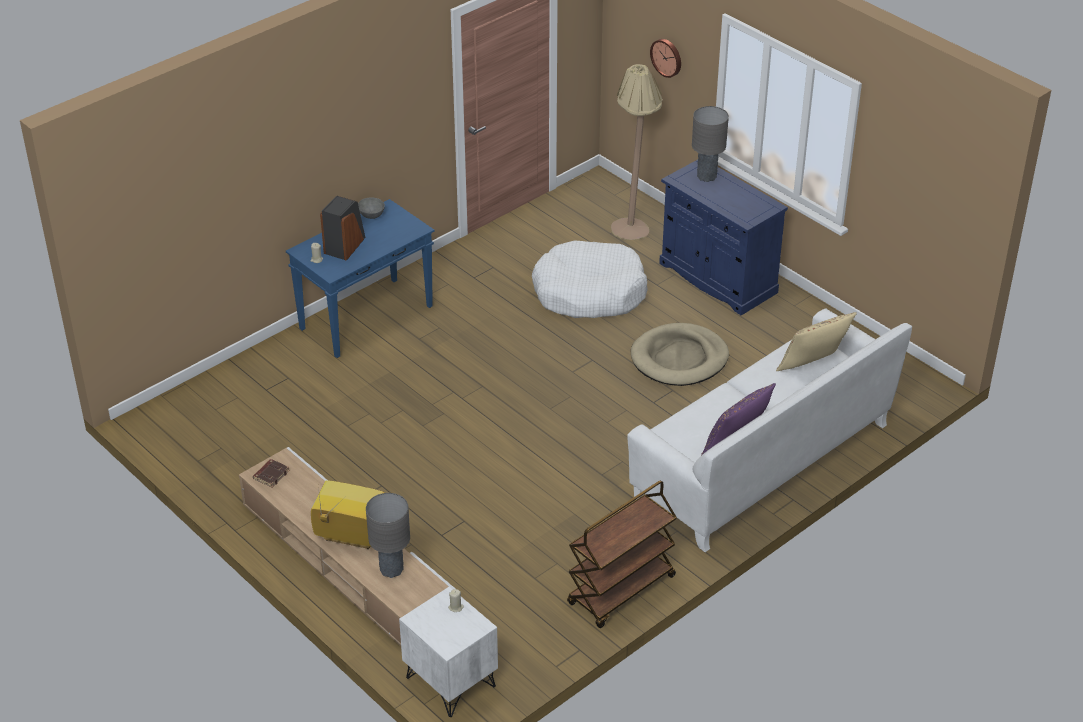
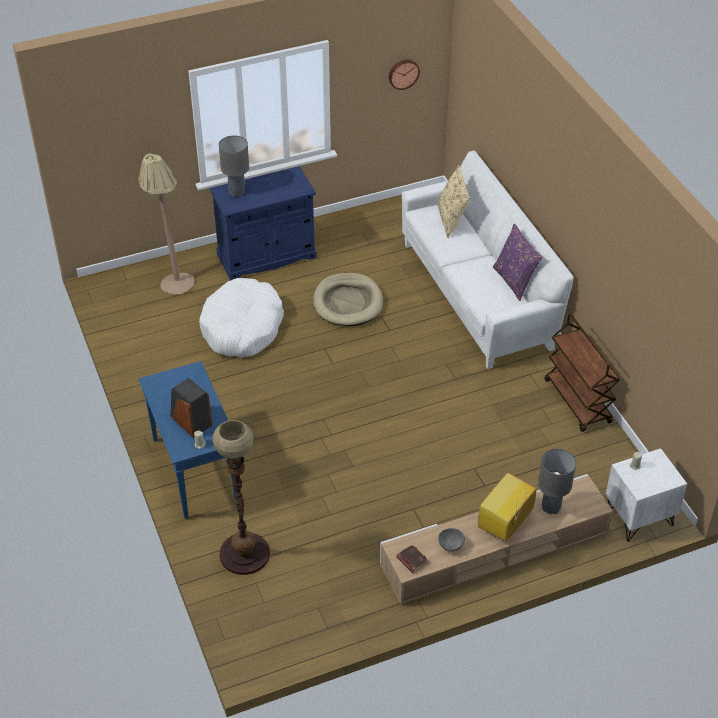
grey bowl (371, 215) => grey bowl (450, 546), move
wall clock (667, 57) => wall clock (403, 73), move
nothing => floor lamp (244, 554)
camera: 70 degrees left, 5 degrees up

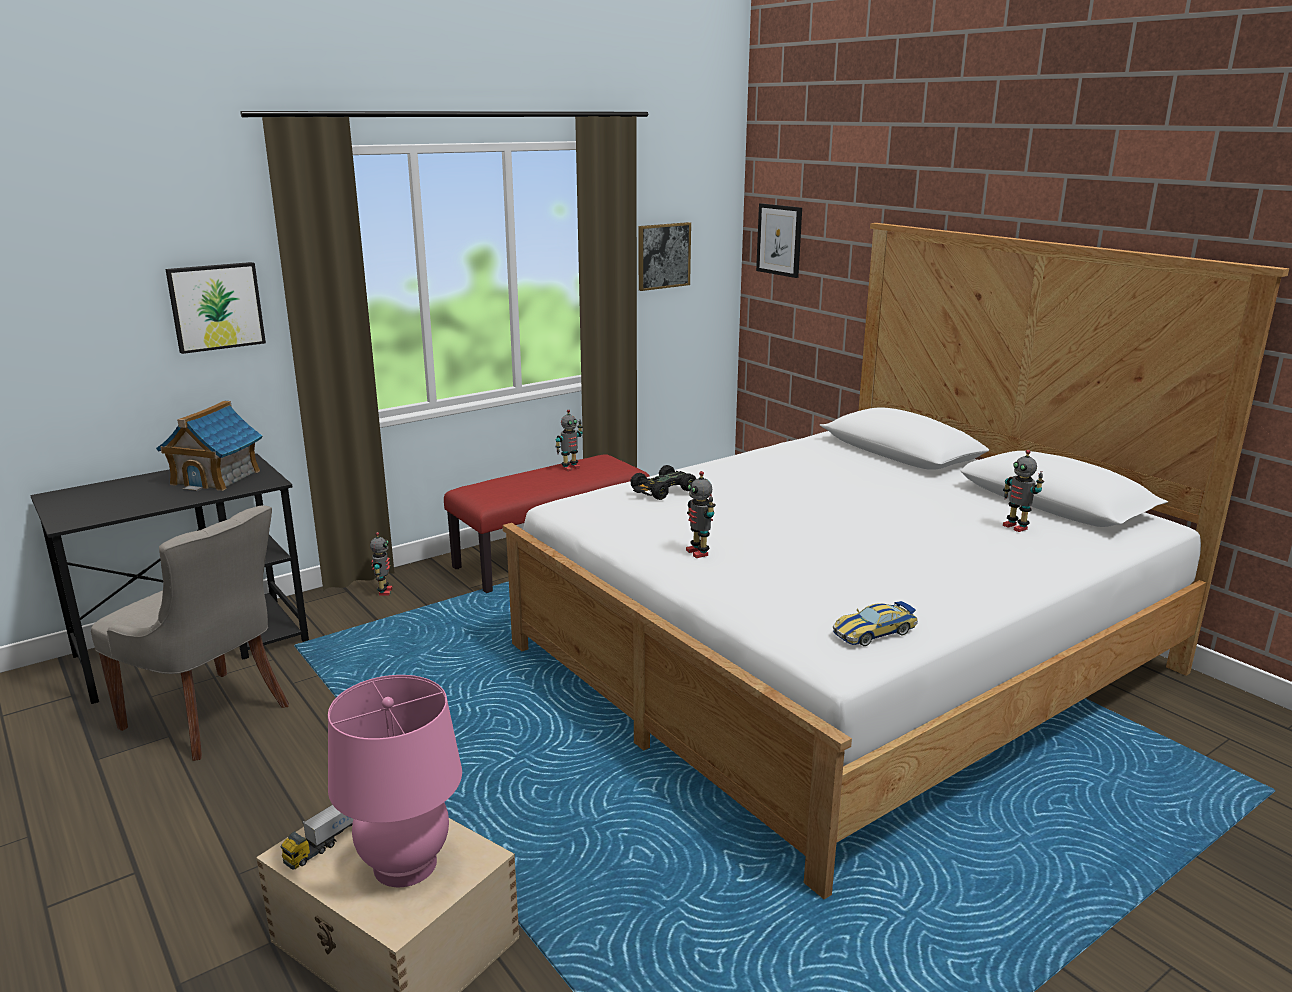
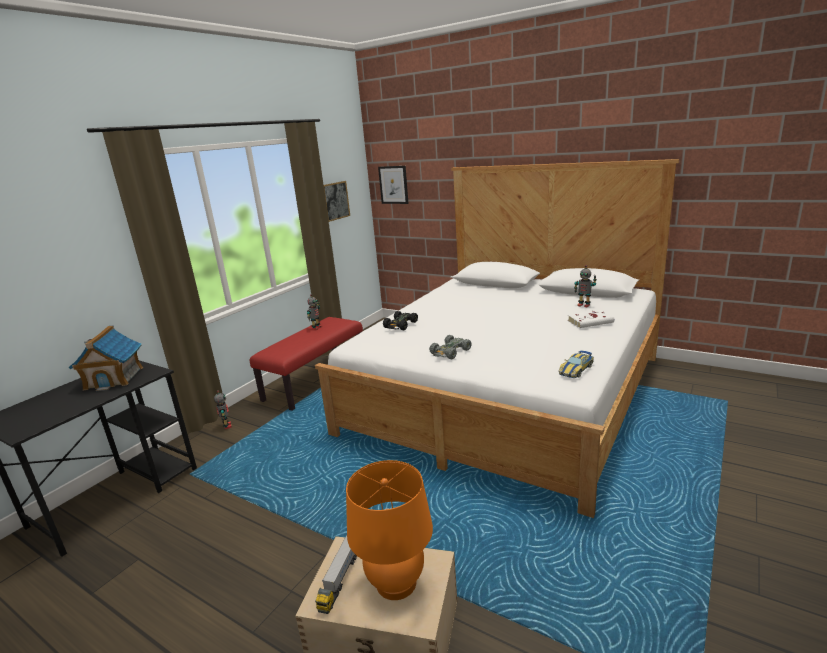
grey chair (210, 716) => nothing
picture (216, 306) => nothing
pink table lamp (405, 865) => orange table lamp (396, 582)
toy robot (699, 552) => grey toy car (450, 352)
nothing => white book (591, 321)
camera: 20 degrees left, 0 degrees up

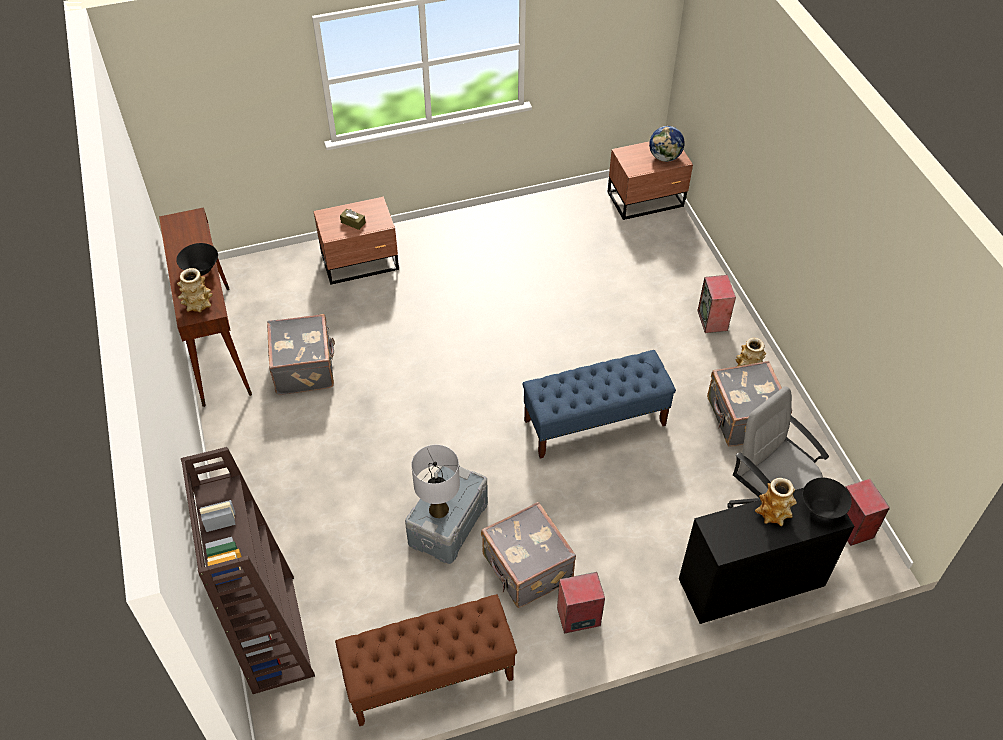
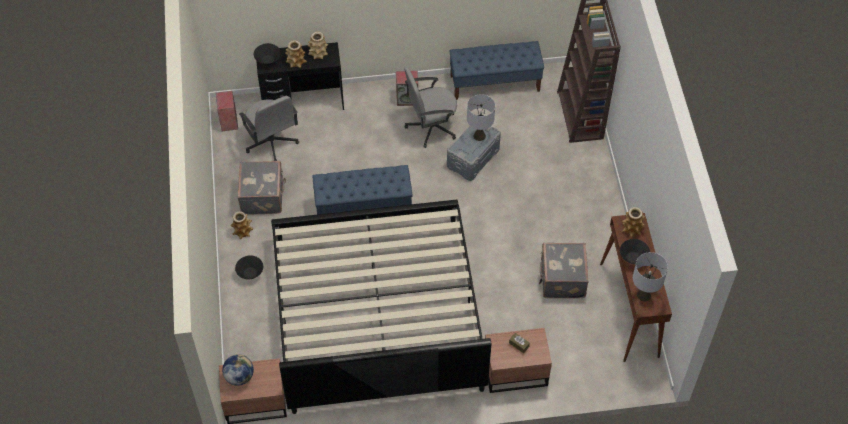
brown bench (429, 676) => blue bench (495, 83)
grey suitcase (526, 569) => grey office chair (431, 127)
speaker (713, 321) => black bowl (250, 273)
nothing => bed (377, 313)
nothing => vase (318, 54)
nothing => grey table lamp (643, 295)
camera: 170 degrees left, 5 degrees up

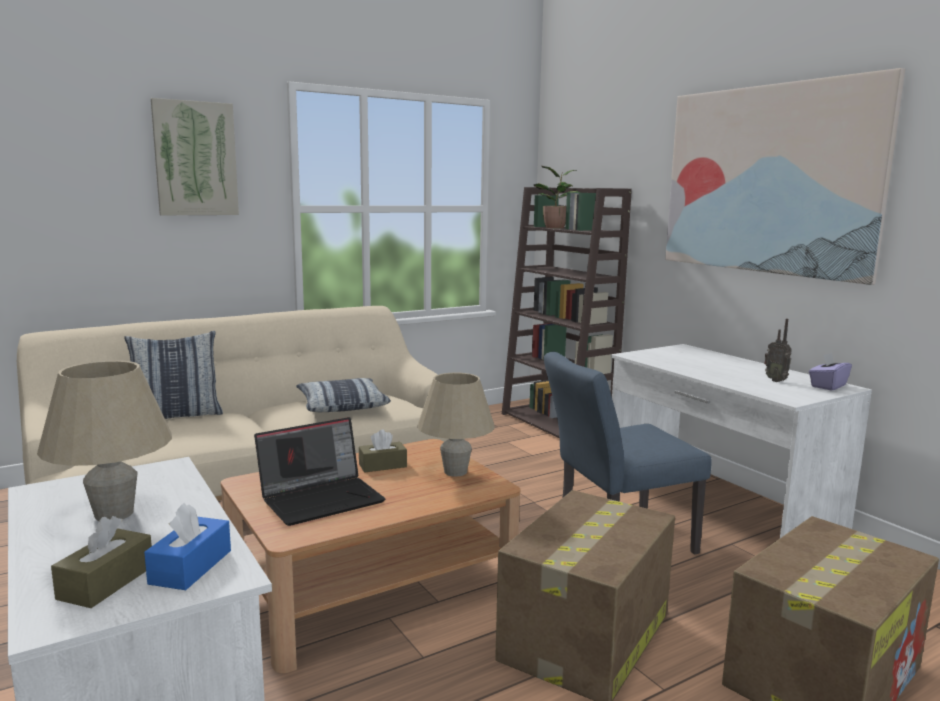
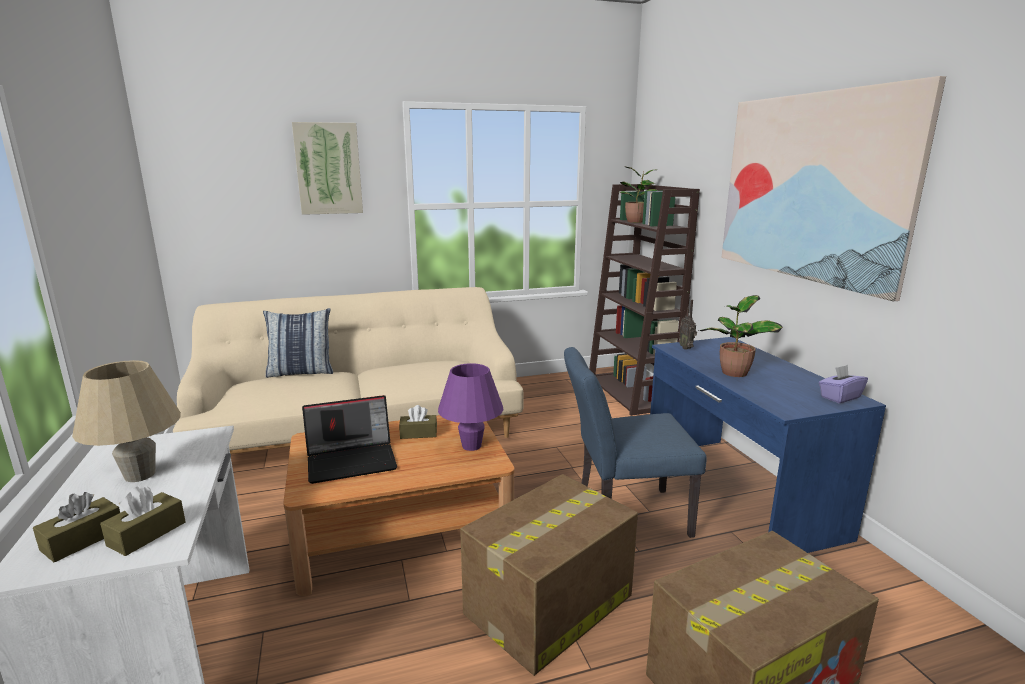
blue tissue box (191, 567) => brown tissue box (147, 534)
pillow (342, 405) => nothing
beige table lamp (455, 472) => purple table lamp (471, 446)
white desk (716, 507) => blue desk (736, 491)
radio (776, 380) => radio (686, 348), move
nothing => potted plant (733, 373)
camera: 15 degrees right, 5 degrees up

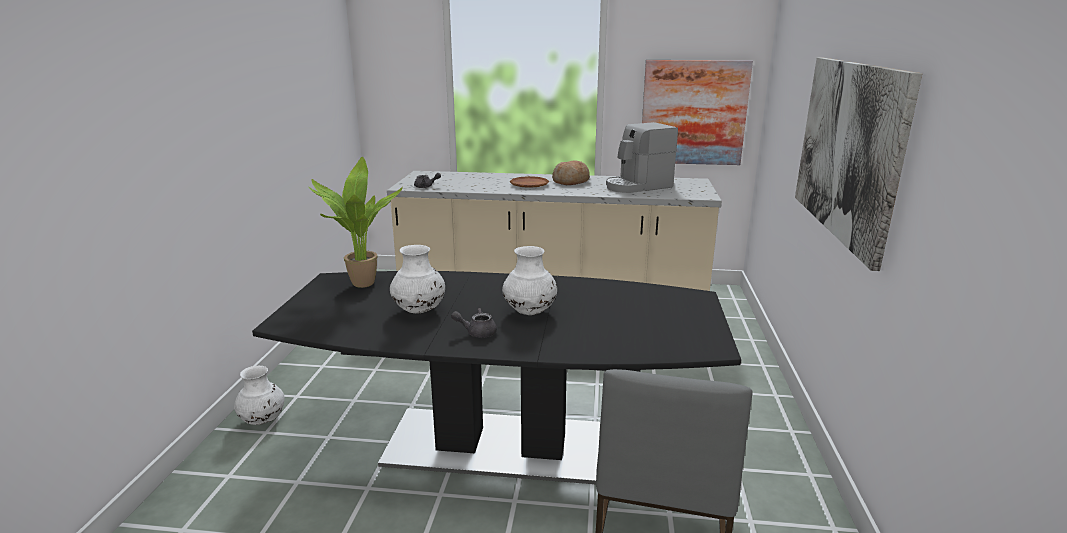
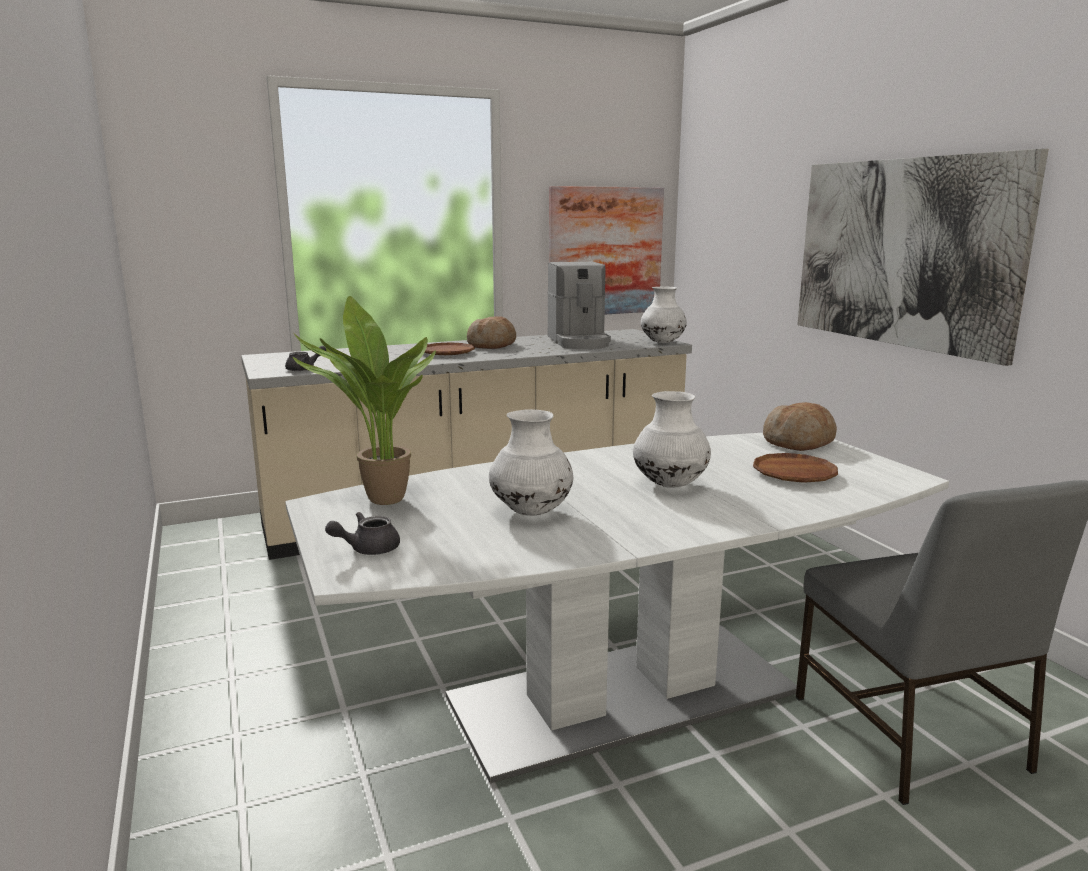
white vase (263, 420) => white vase (662, 343), move
black dining table (501, 445) => white dining table (621, 695)
grey teapot (477, 332) => grey teapot (367, 549), move
coffee machine (637, 186) => coffee machine (579, 342), 45 degrees counterclockwise
nothing => brown plate (794, 474)
nothing => bread (798, 442)
camera: 30 degrees left, 5 degrees down

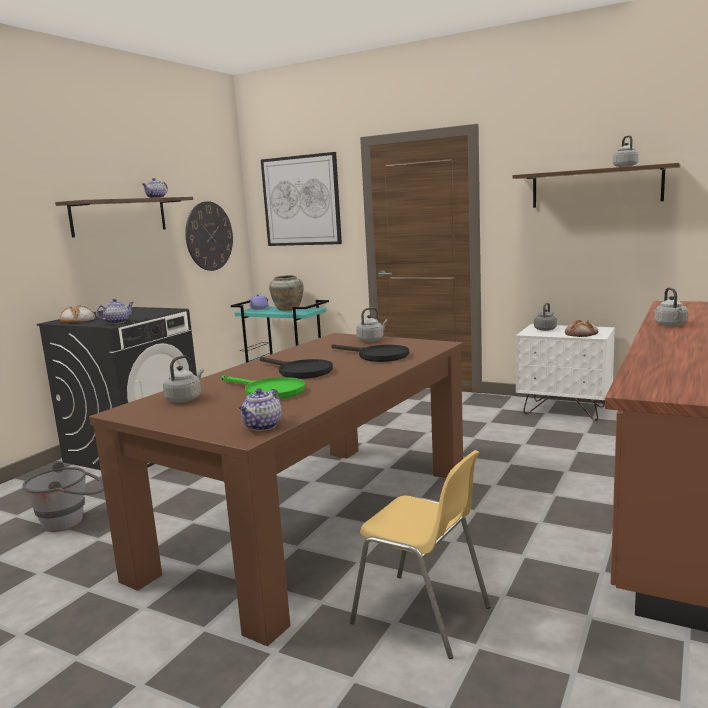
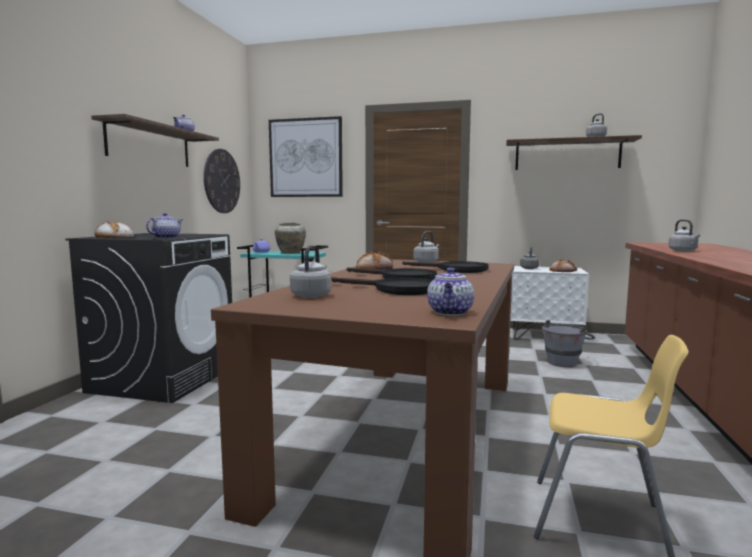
grey bucket (72, 520) => grey bucket (565, 361), move
green frying pan (268, 391) => black frying pan (397, 290)
nothing => bread (375, 268)
camera: 15 degrees left, 5 degrees down

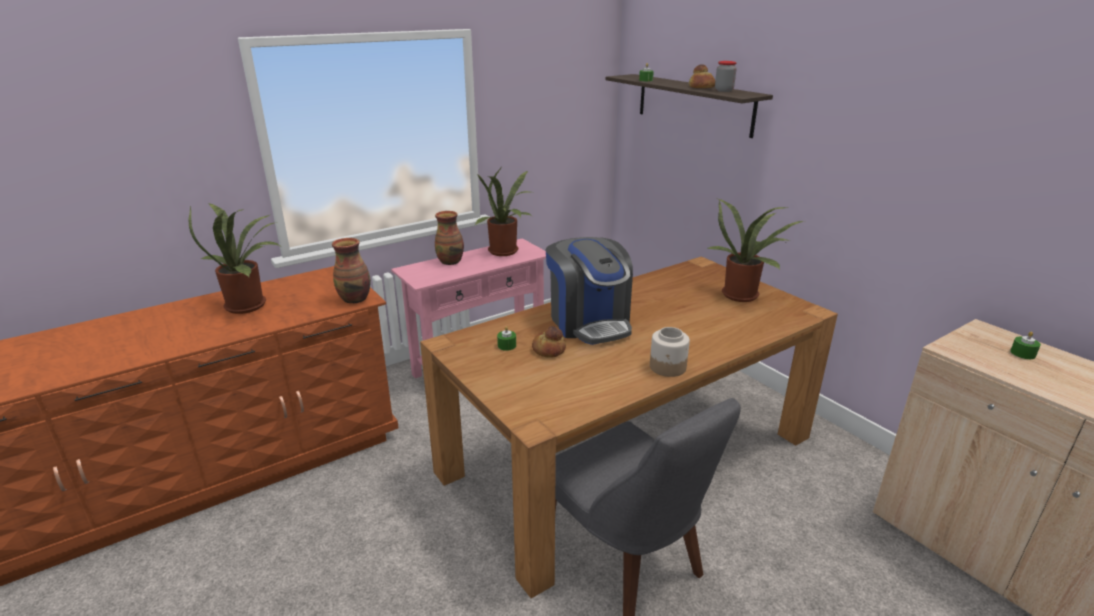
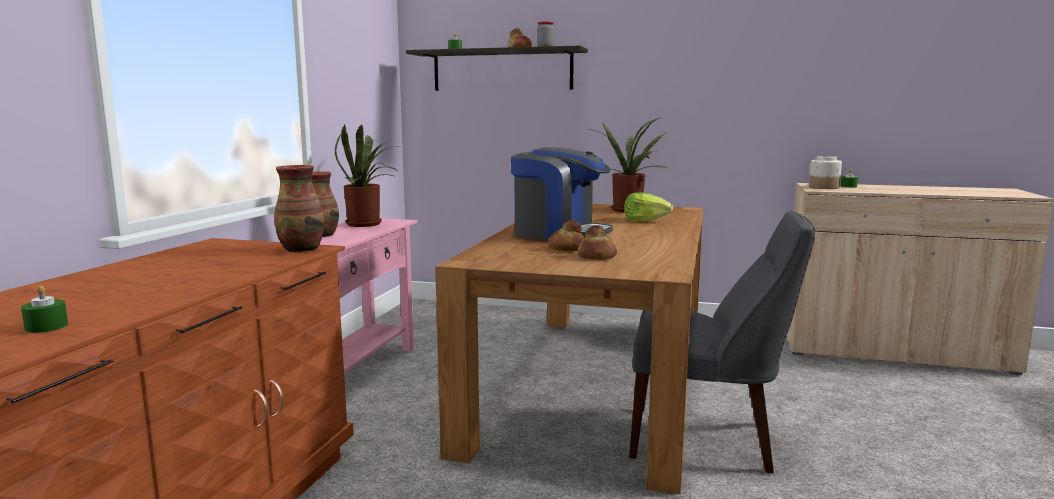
potted plant (250, 305) => nothing
green candle (507, 345) => green candle (46, 327), move
jar (668, 367) => jar (824, 187), move
nothing => bread (597, 257)
nothing => lettuce (645, 220)
camera: 40 degrees left, 15 degrees down

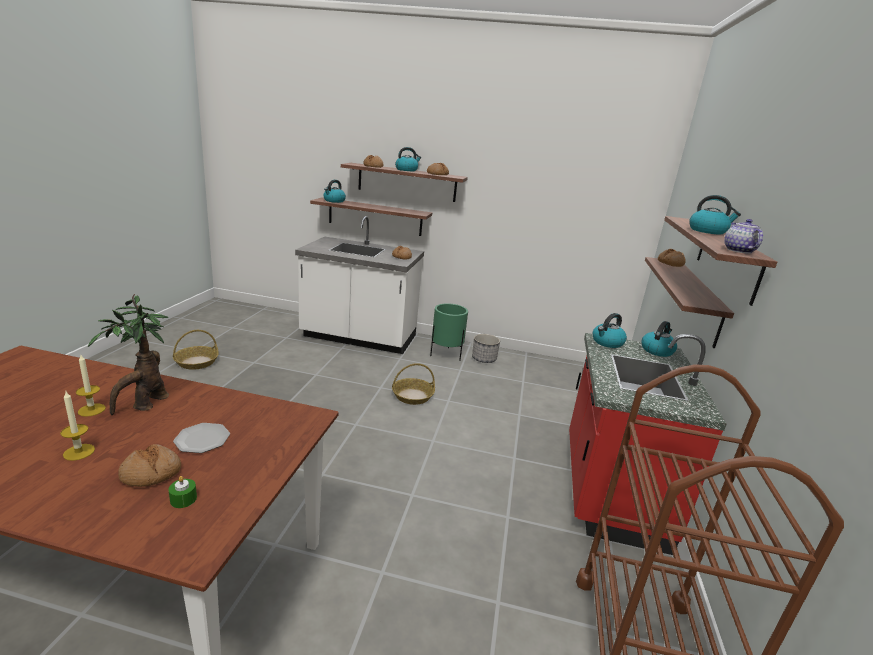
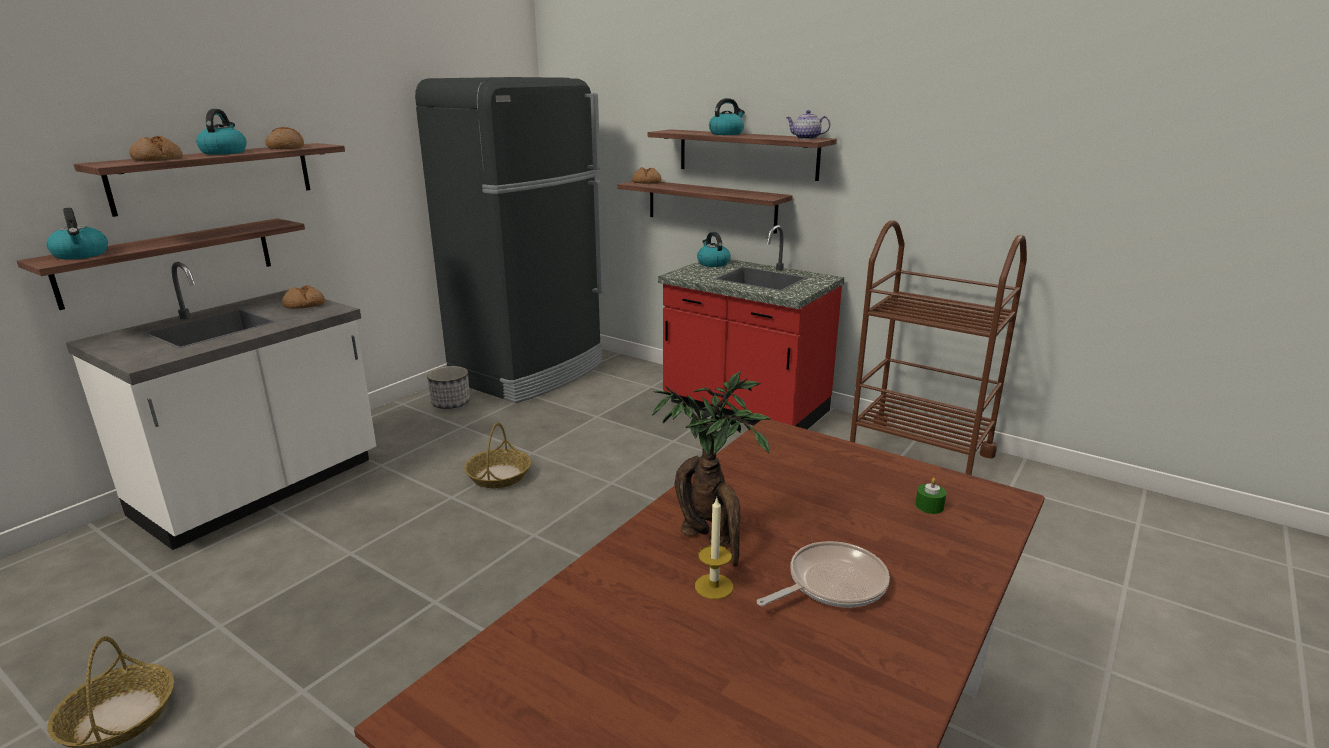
candle (79, 452) => frying pan (831, 584)
bread (151, 473) => nothing
plate (202, 440) => nothing
green planter (446, 354) => nothing
kettle (607, 342) => nothing
nothing => black fridge (530, 372)
camera: 65 degrees left, 0 degrees up

